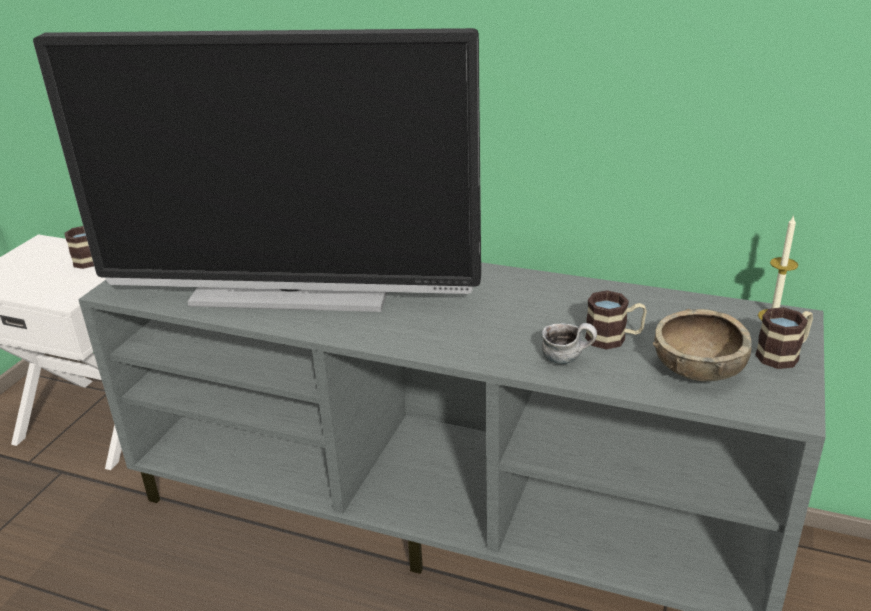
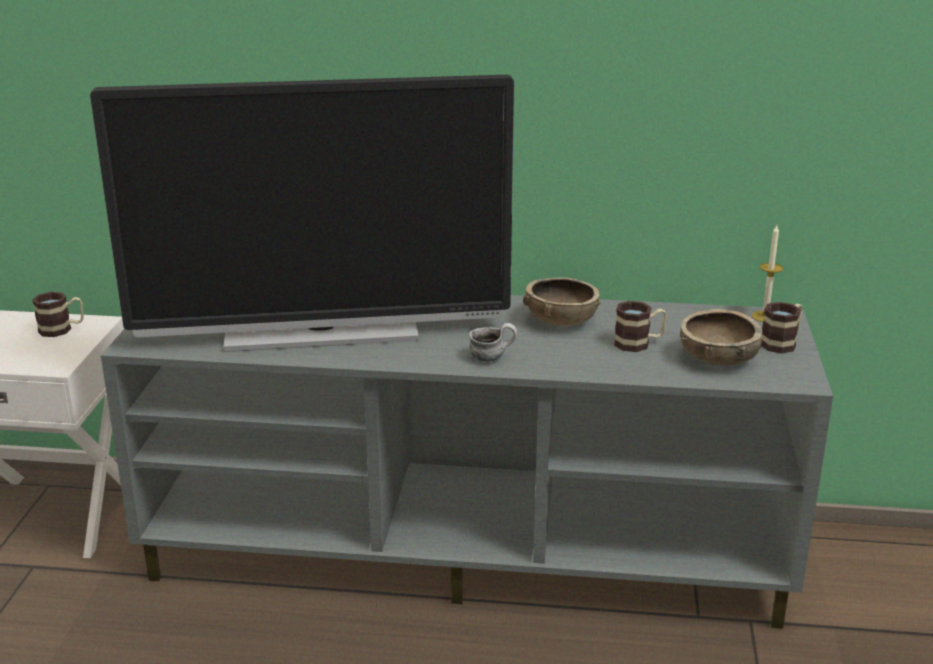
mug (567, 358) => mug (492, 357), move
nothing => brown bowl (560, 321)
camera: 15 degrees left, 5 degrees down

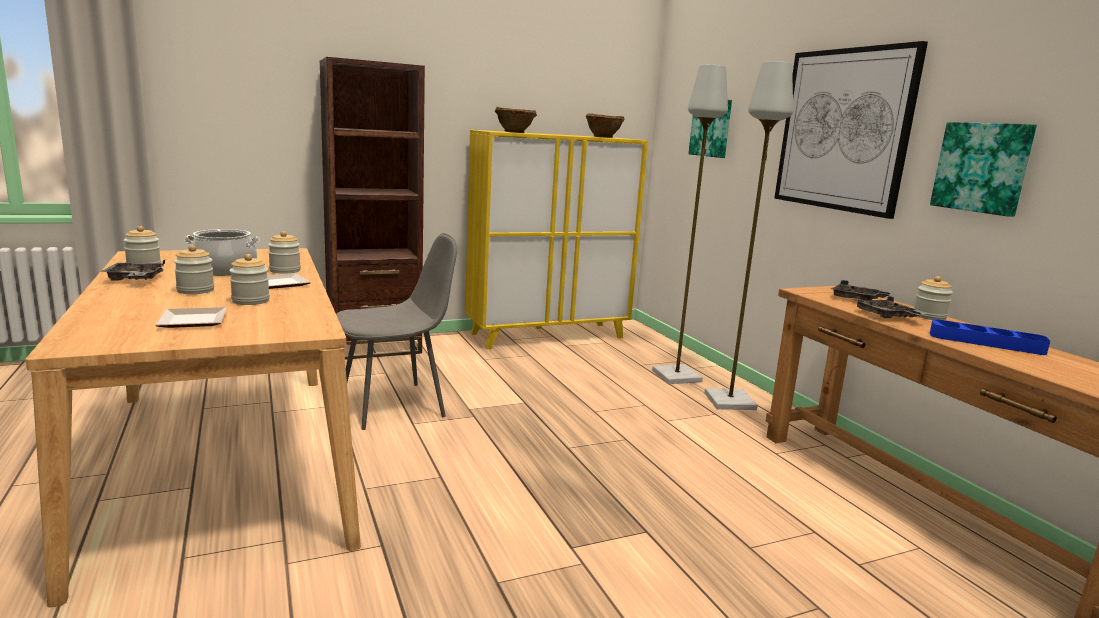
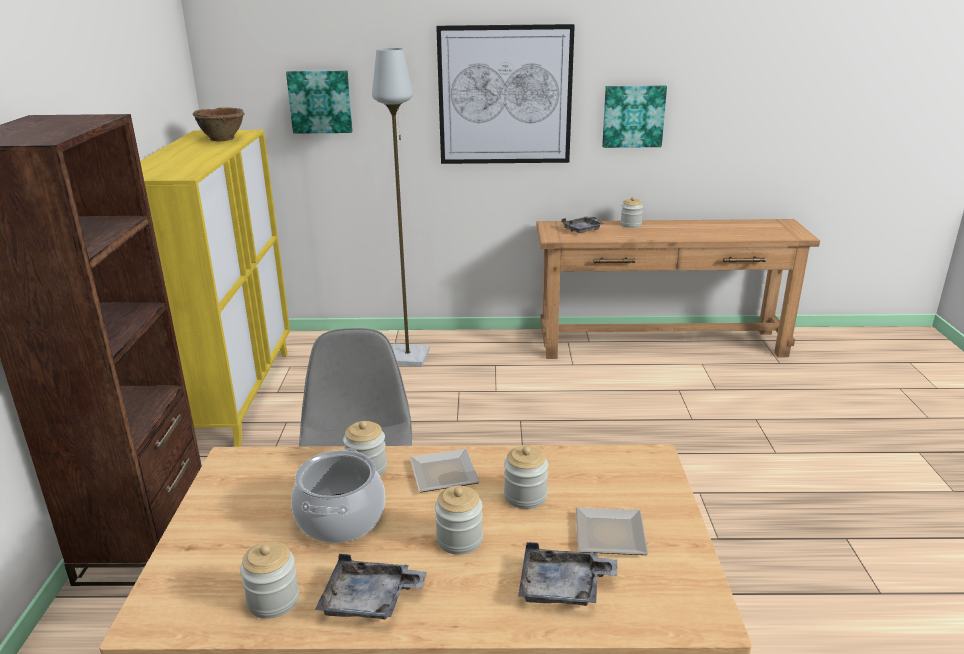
brown bowl (515, 132) => nothing
grey floor lamp (731, 401) => nothing
grey tray (886, 316) => grey tray (563, 588), move
blue tray (986, 342) => nothing
camera: 65 degrees left, 10 degrees up

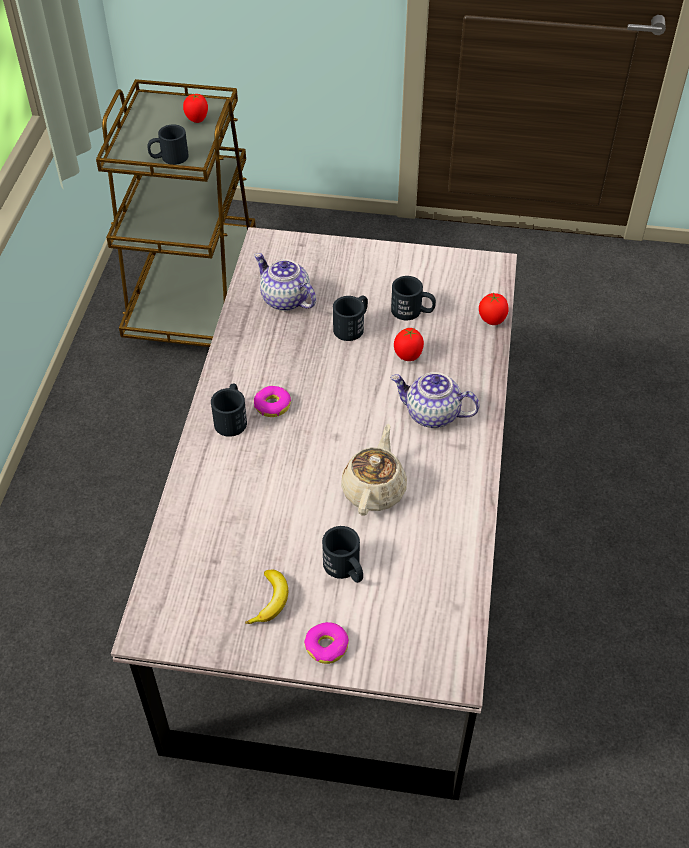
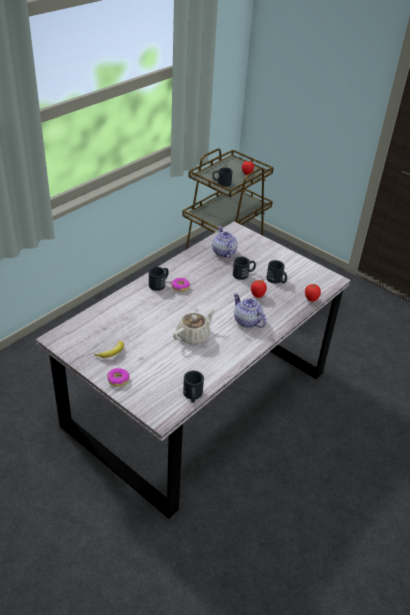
black mug (345, 569) => black mug (192, 395), move
camera: 30 degrees right, 10 degrees down

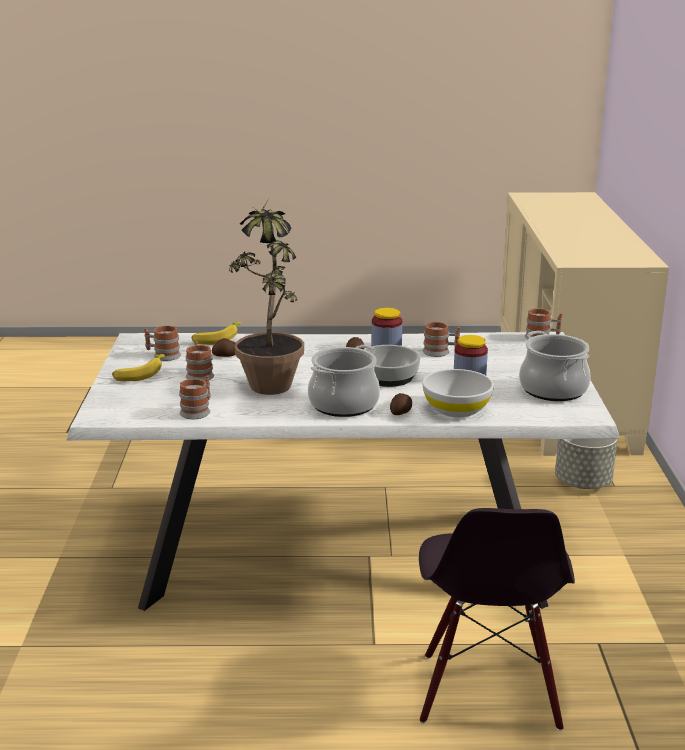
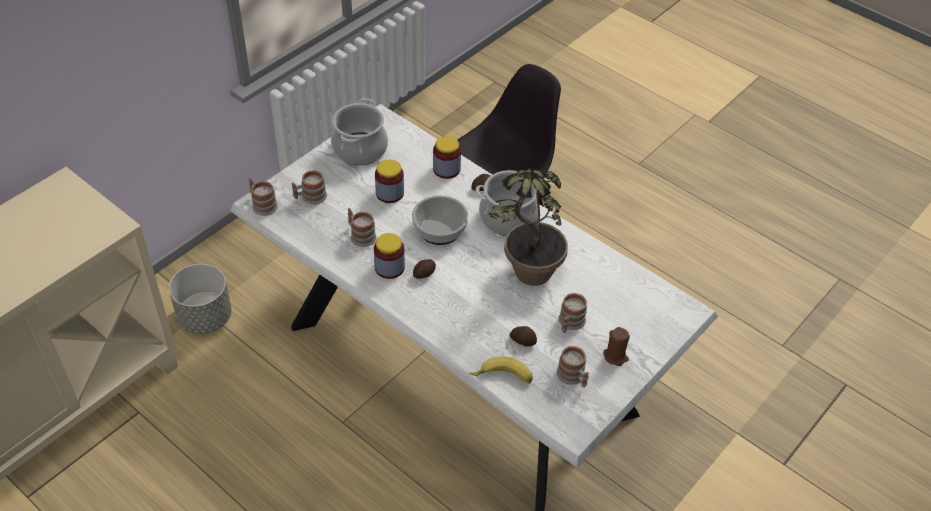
banana (139, 374) => brown candle (615, 356)
mug (198, 411) => mug (310, 197), move
white bowl (456, 409) => jar (446, 169)
camera: 140 degrees left, 25 degrees up

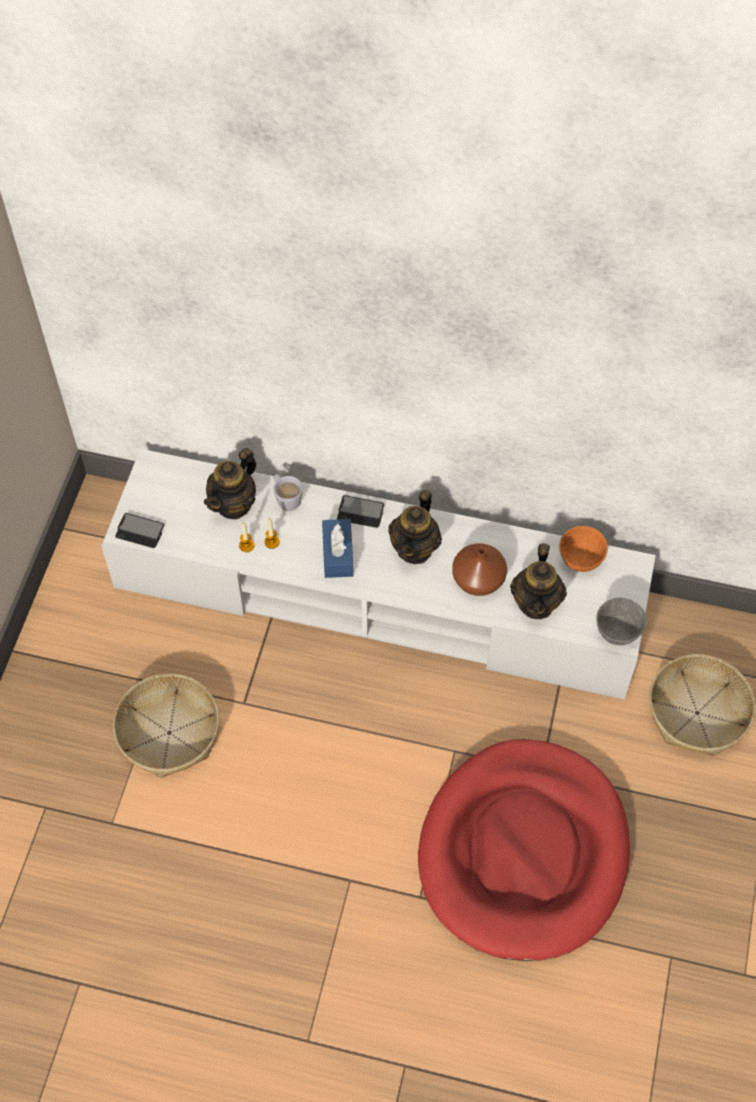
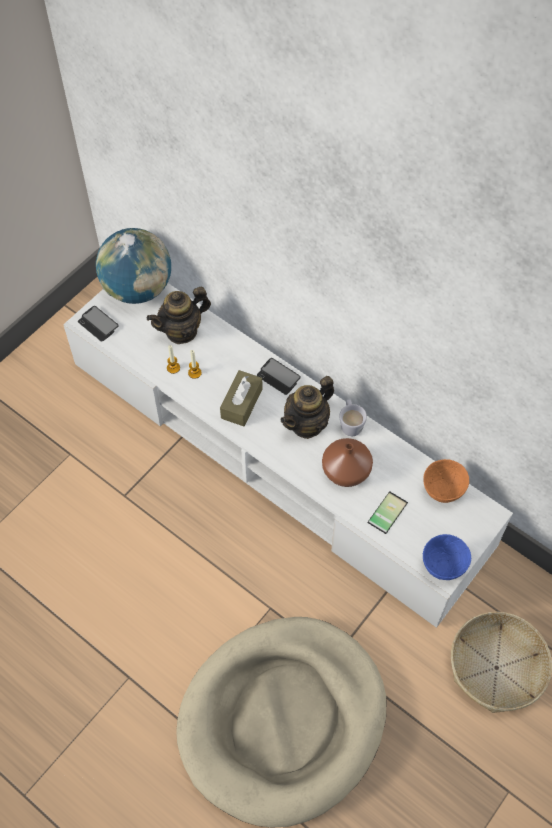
basket (169, 732) => nothing
white mug (286, 499) => white mug (350, 424), move
blue tissue box (338, 554) => brown tissue box (241, 403)
red dog bed (524, 852) => beige dog bed (283, 720)
teapot (536, 603) => phone (385, 511)
grey bowl (616, 632) => blue bowl (442, 566)
nothing => globe (138, 289)
camera: 25 degrees right, 0 degrees up

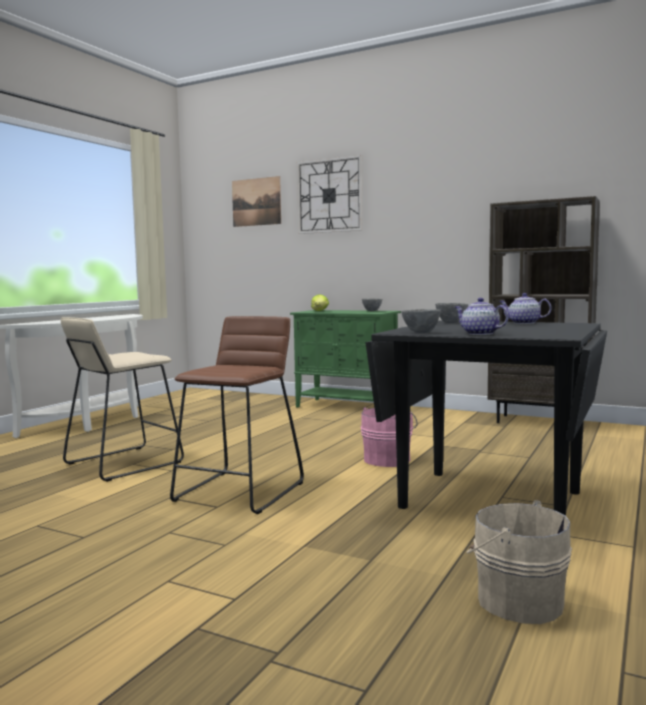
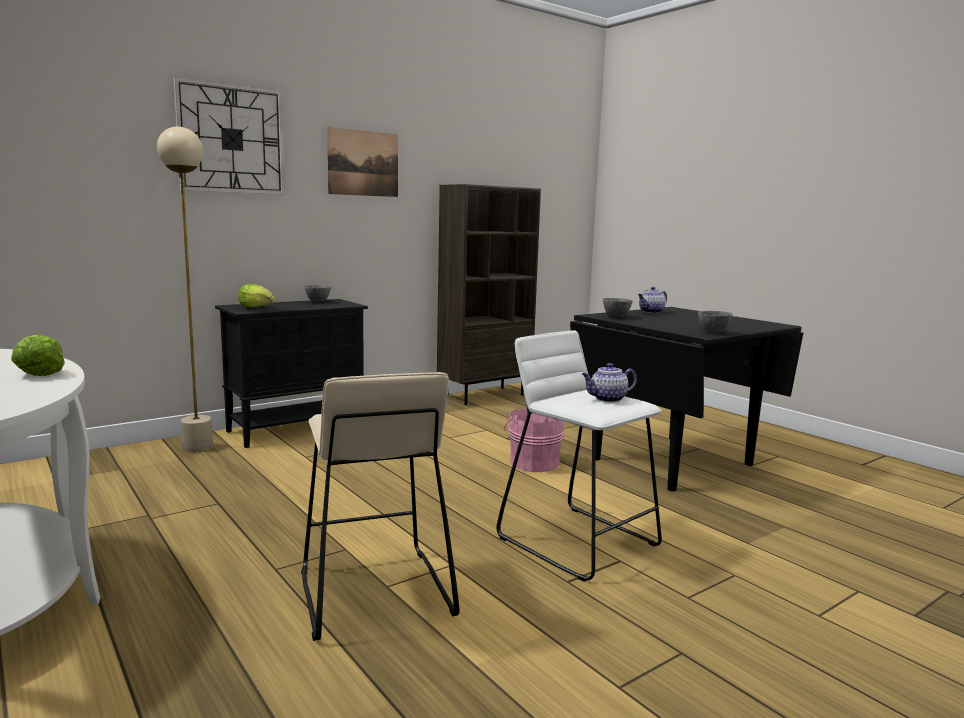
brown stool (240, 492) => white stool (578, 541)
picture (256, 202) => picture (363, 163), move
green cabinet (347, 407) => black cabinet (297, 429)
teapot (479, 334) => teapot (607, 399), move
beige bucket (516, 600) => nothing
nothing => lettuce (38, 373)
nothing => beige floor lamp (198, 447)
camera: 65 degrees left, 5 degrees up

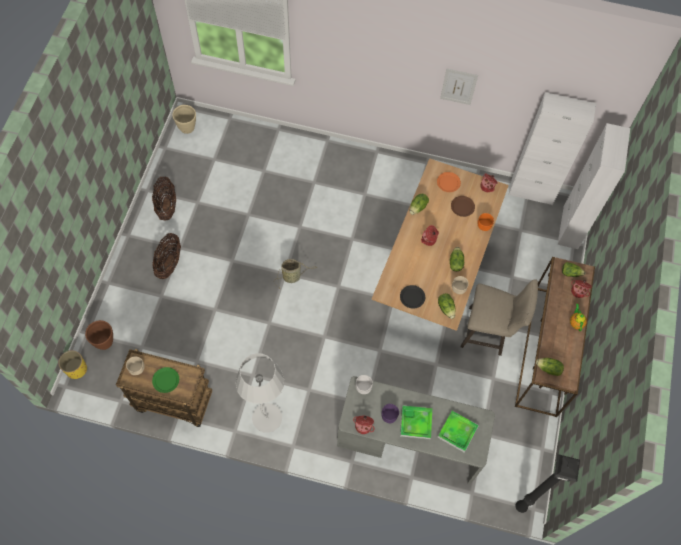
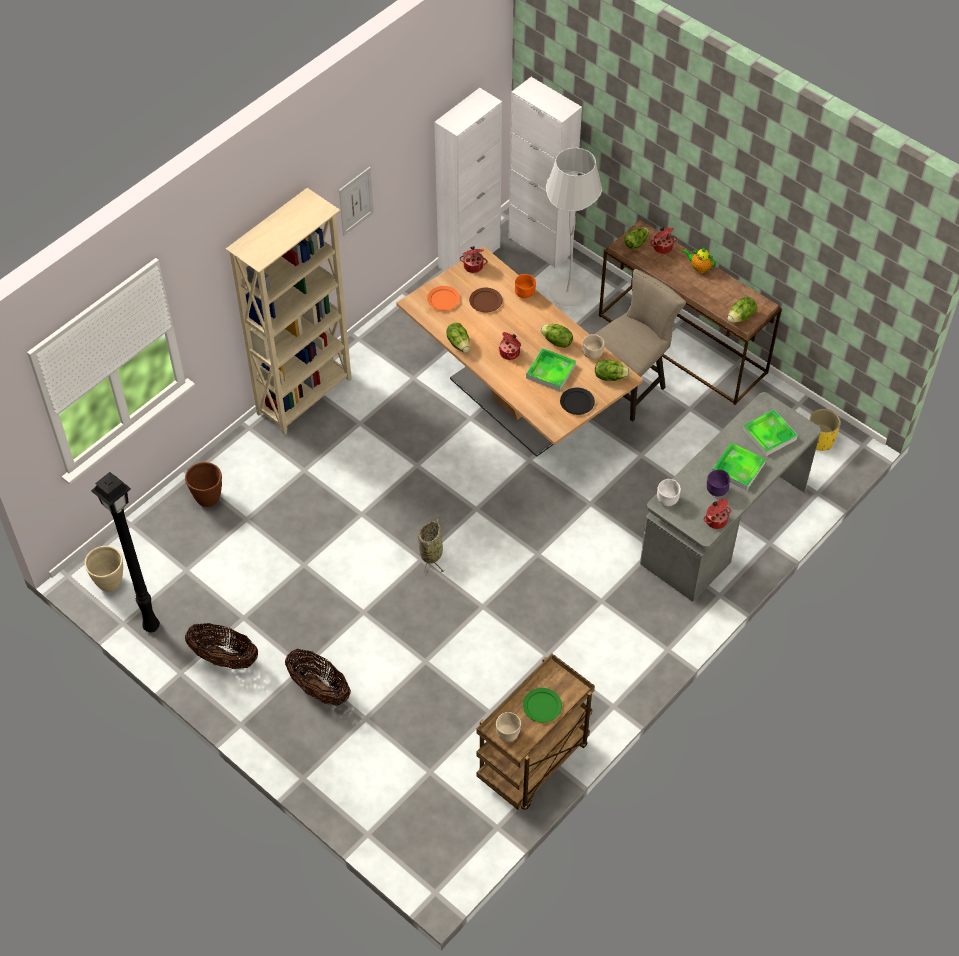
yellow planter (76, 369) => yellow planter (819, 440), move
brown planter (105, 342) => brown planter (208, 498), move
white floor lamp (267, 418) => white floor lamp (567, 294), move
black floor lamp (521, 506) => black floor lamp (151, 625), move
nothing => beige bookcase (306, 396)
nothing => tray (550, 371)
camera: 60 degrees left, 10 degrees down

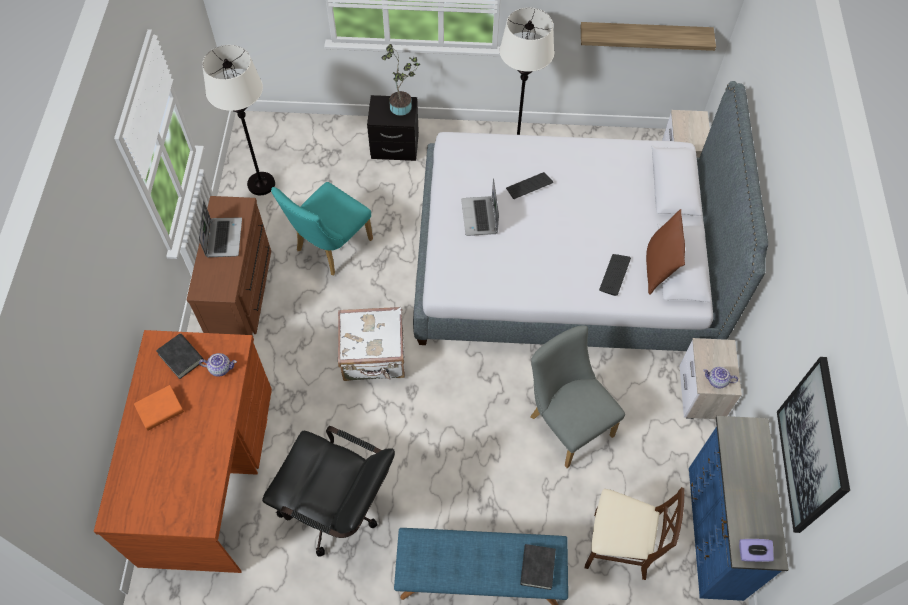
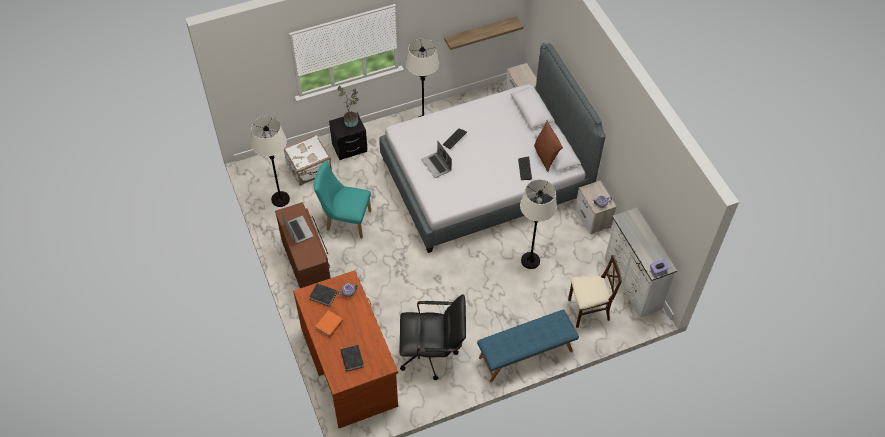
turquoise chair (330, 248) => turquoise chair (345, 220), 90 degrees clockwise
white suitcase (374, 356) => white suitcase (310, 169), move
black book (537, 568) => black book (352, 359), move
grey chair (566, 422) => white floor lamp (530, 260)
blue dresser (713, 532) => white dresser (631, 284)
picture (813, 447) => nothing
camera: 25 degrees left, 5 degrees down

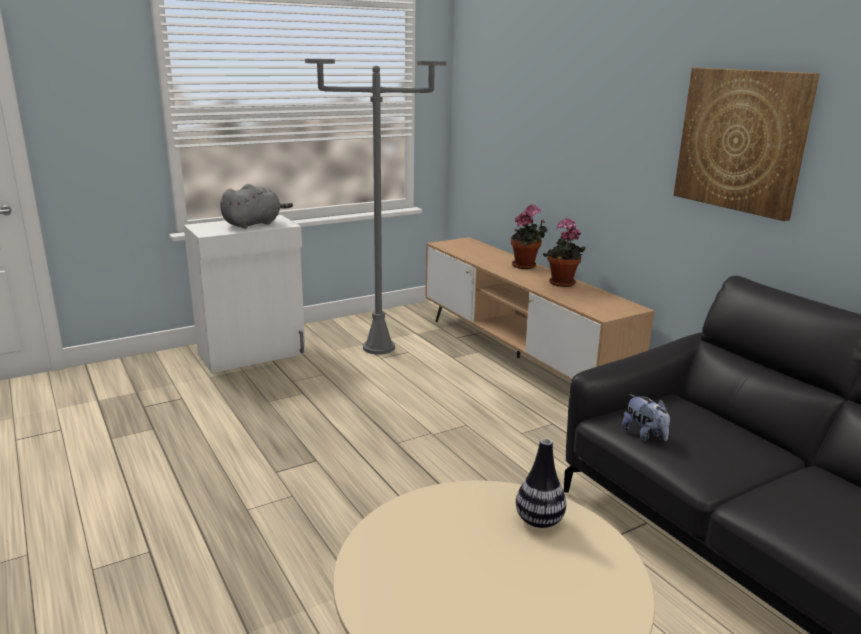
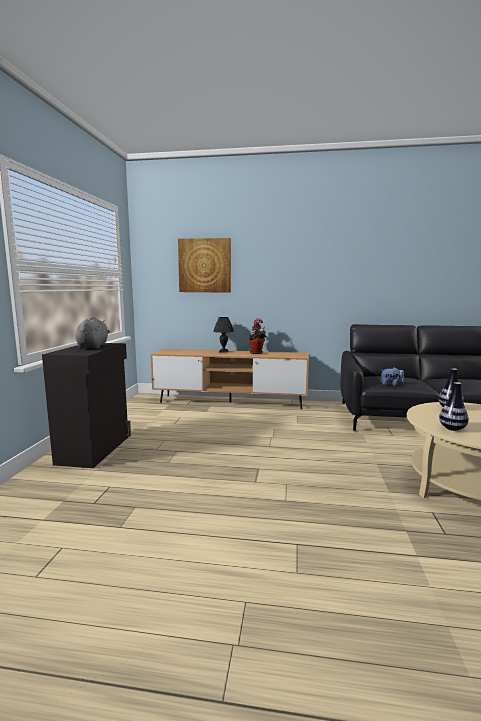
white cabinet (253, 354) => black cabinet (95, 449)
grey floor lamp (378, 348) => nothing
potted plant (526, 266) => black table lamp (224, 351)
picture (741, 140) => picture (204, 265), move
nothing => vase (452, 428)
camera: 50 degrees left, 10 degrees down

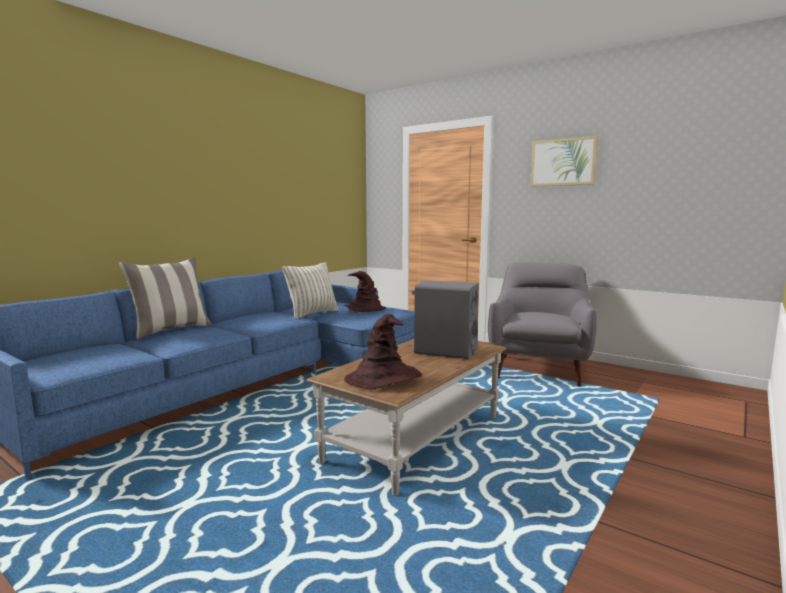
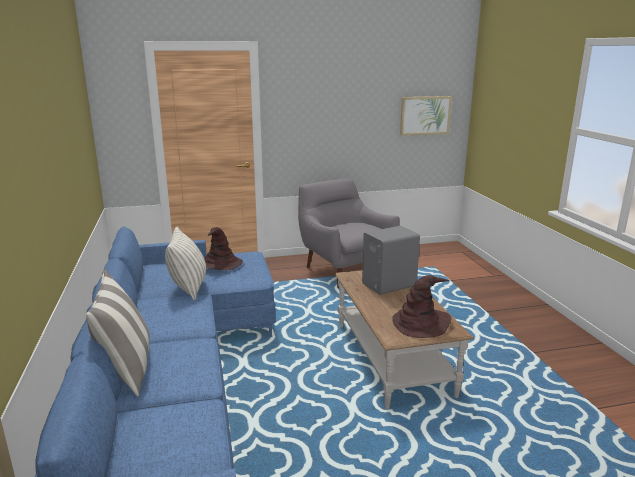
picture (563, 162) => picture (425, 115), move
camera: 50 degrees left, 10 degrees up

